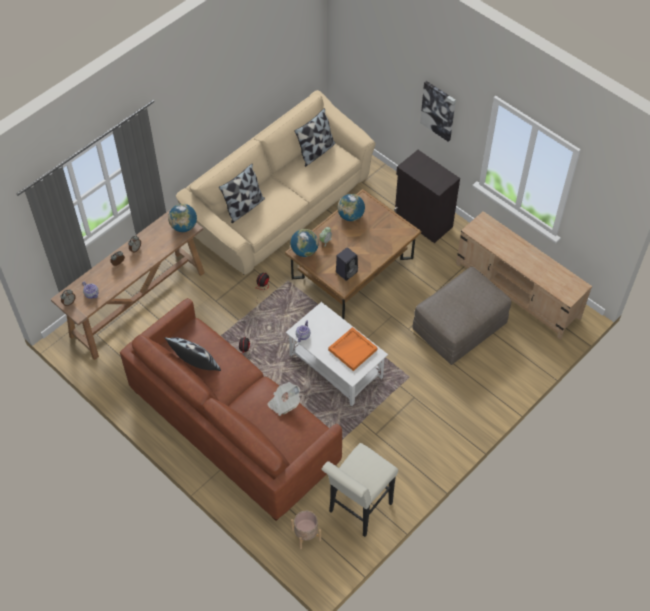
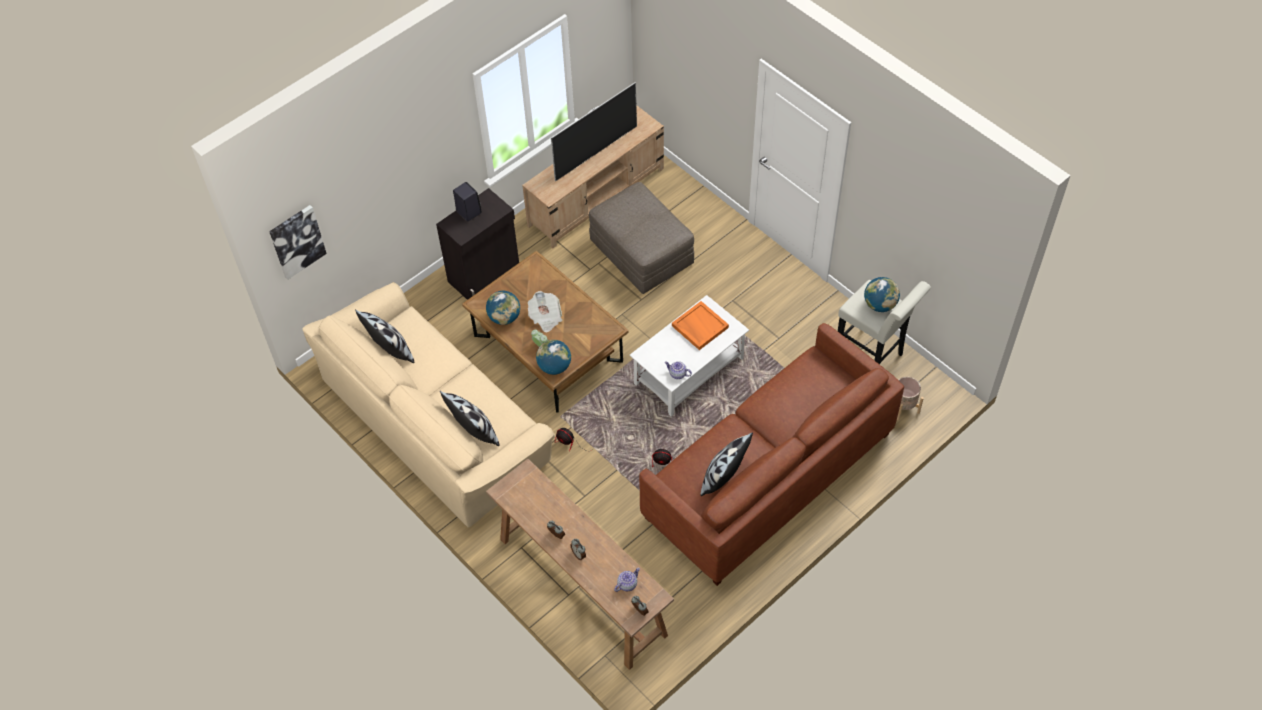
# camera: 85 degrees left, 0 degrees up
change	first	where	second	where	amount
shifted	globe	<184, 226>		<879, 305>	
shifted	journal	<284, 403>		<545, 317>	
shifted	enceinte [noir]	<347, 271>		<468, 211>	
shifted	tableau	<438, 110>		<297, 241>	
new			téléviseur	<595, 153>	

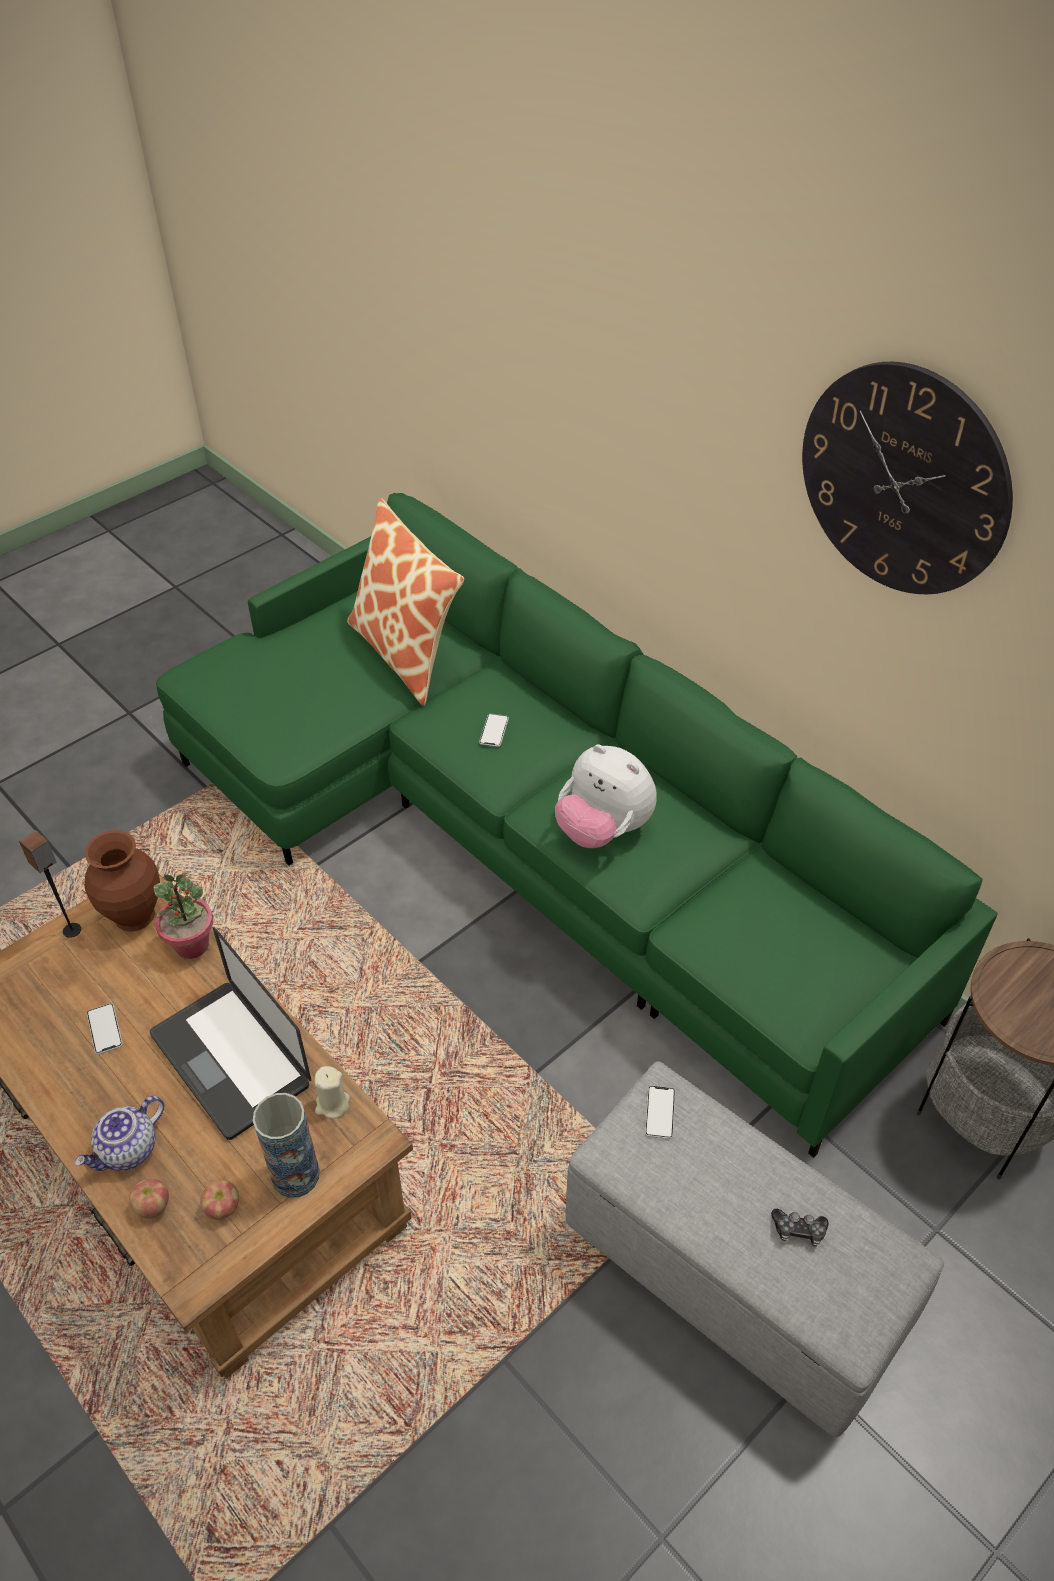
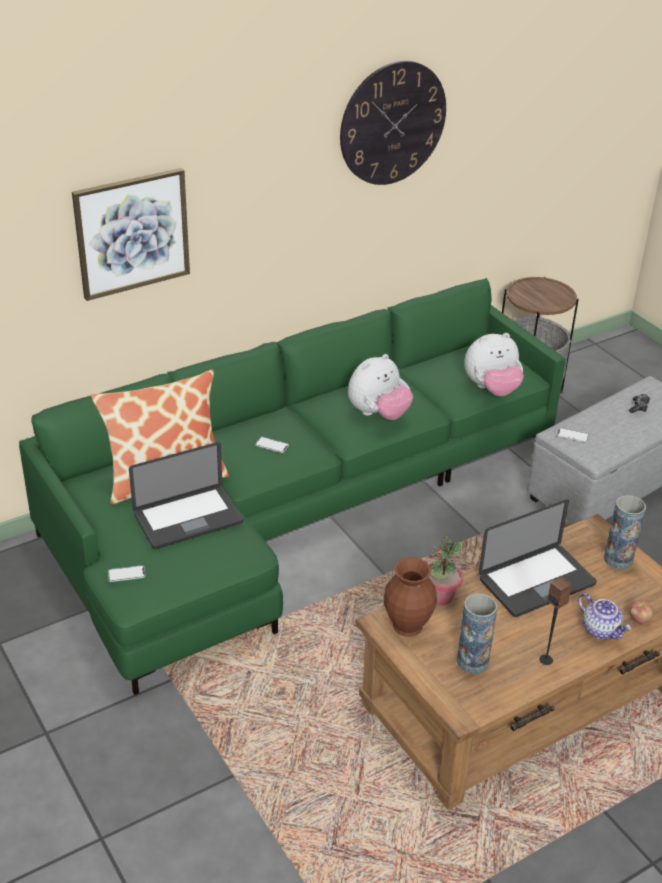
# camera: 80 degrees left, 10 degrees down
change	first	where	second	where	amount
shifted	enceinte	<72, 930>		<546, 659>	
shifted	téléphone	<105, 1029>		<126, 574>	
gone	pomme	<223, 1207>			
gone	bougie [beige]	<332, 1104>			
new			tableau	<132, 233>	
new			ordinateur portable	<188, 519>	
new			vase	<472, 661>	
new			peluche	<491, 389>	

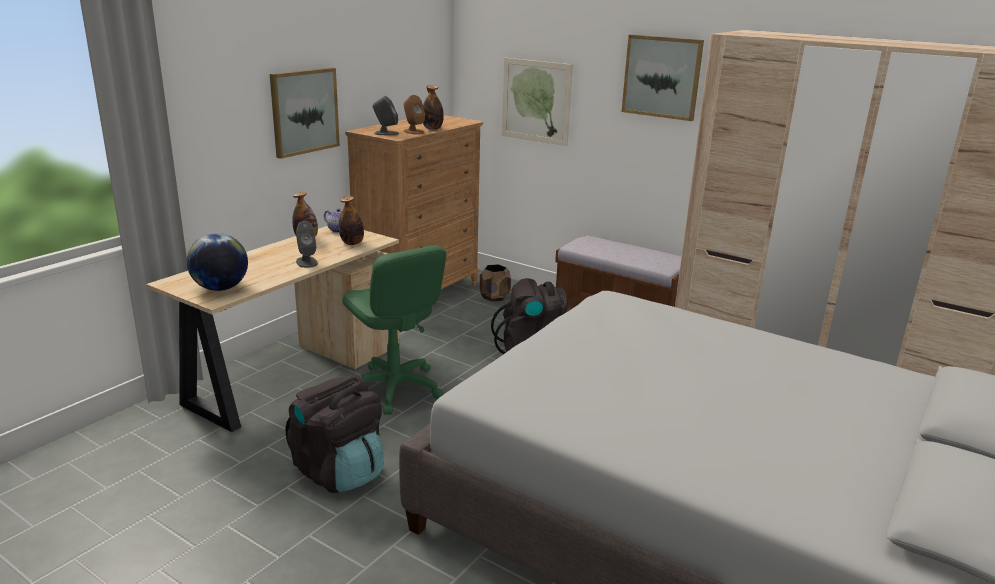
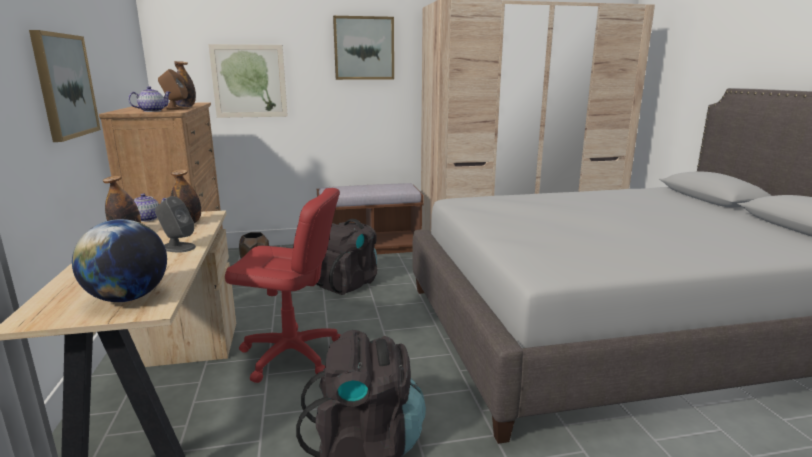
# camera: 45 degrees left, 5 degrees down
change	first	where	second	where	amount
repainted	chaise de bureau [vert]	<394, 388>	chaise de bureau [rouge]	<291, 355>	
swapped	enceinte [gris]	<386, 133>	théière	<152, 111>	

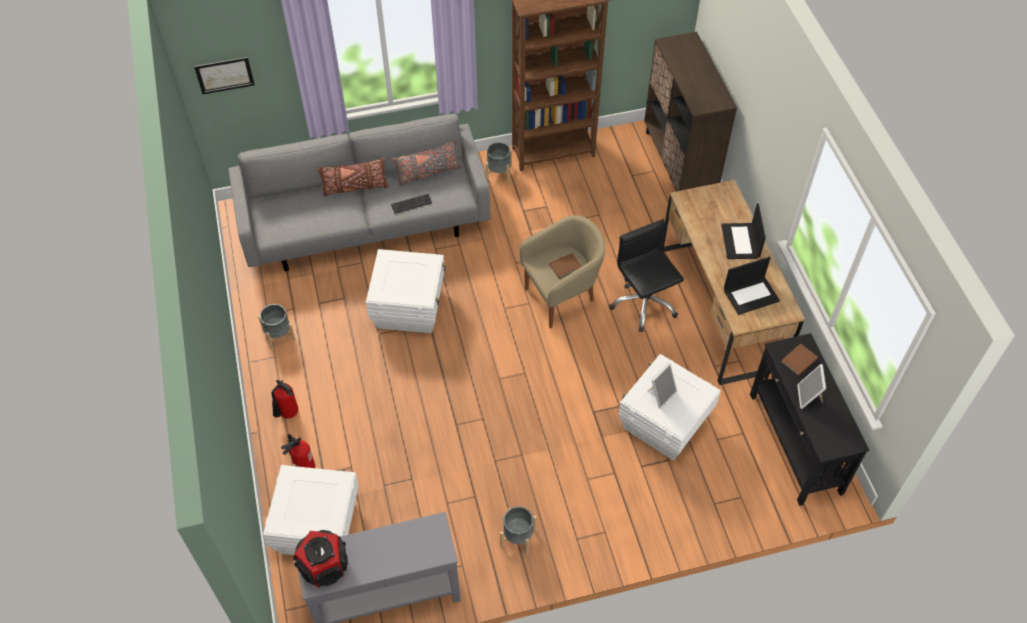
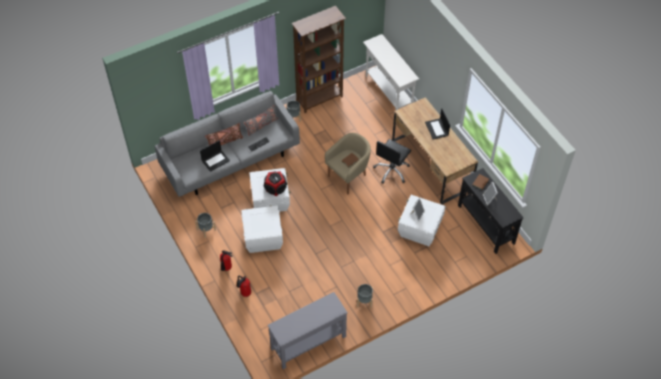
# camera: 15 degrees left, 0 degrees up
change	first	where	second	where	amount
gone	tableau	<224, 75>			
shifted	boîte de rangement [blanc]	<318, 527>		<262, 238>	
shifted	enceinte	<324, 565>		<275, 188>	
rotated	chaise de bureau [noir]	<643, 303>		<391, 171>	105 degrees counterclockwise
swapped	meuble de rangement [marron]	<679, 163>	table console [blanc]	<388, 91>	
shifted	ordinateur portable	<751, 295>		<215, 160>	

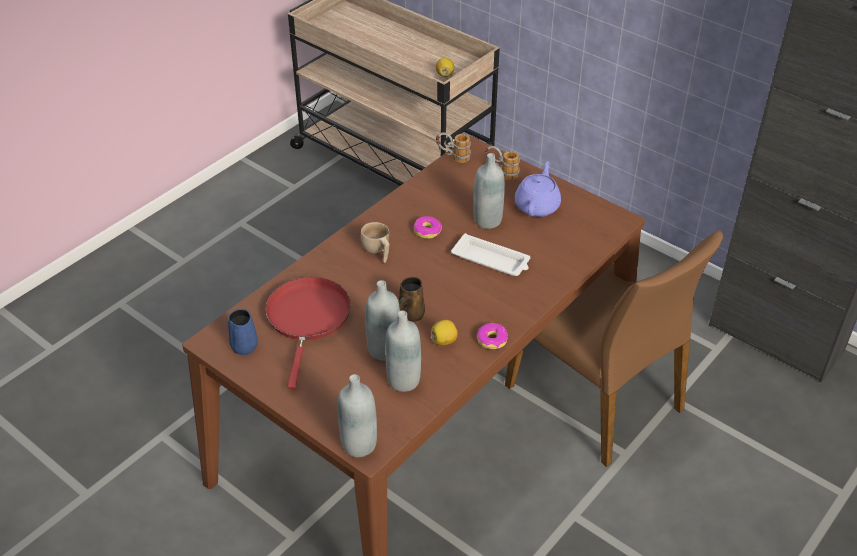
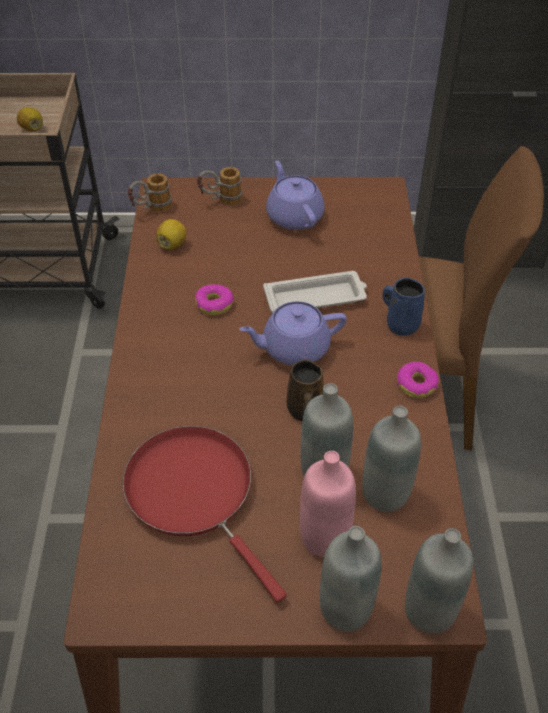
# camera: 40 degrees left, 5 degrees up
change	first	where	second	where	amount
shifted	mug [bleu]	<244, 345>		<401, 324>	
gone	tasse [beige]	<377, 252>			
shifted	citron	<444, 341>		<172, 244>	
shifted	bouteille [gris]	<487, 220>		<345, 609>	
new			théière [violet]	<294, 348>	
new			bouteille [rose]	<324, 537>	

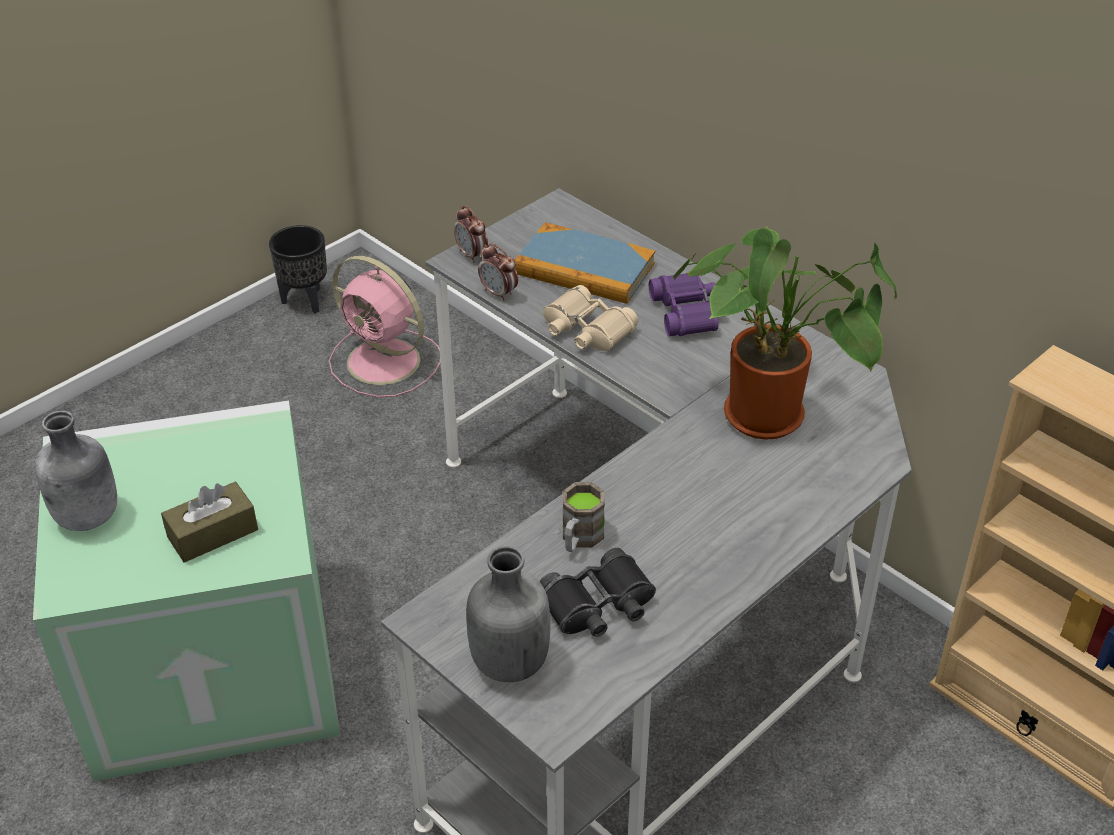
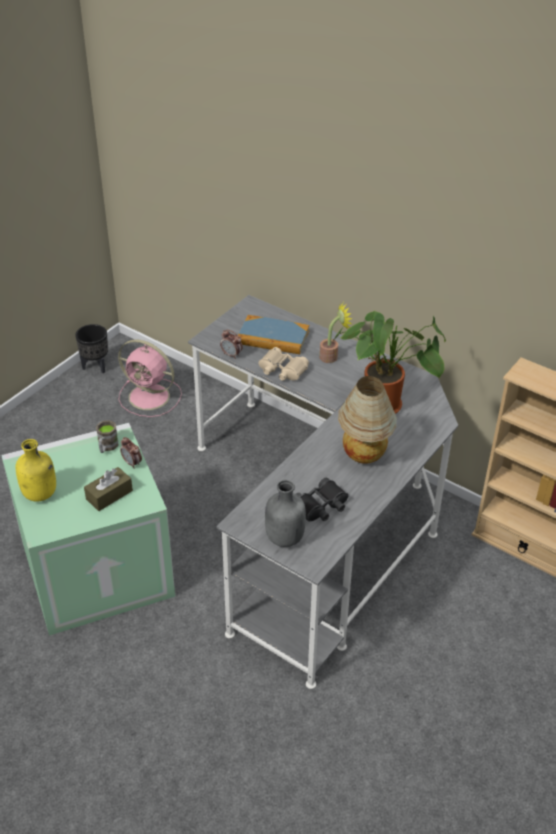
# camera: 10 degrees left, 0 degrees up
change	first	where	second	where	amount
repainted	bouteille [gris]	<88, 517>	bouteille [jaune]	<40, 494>	
shifted	réveil	<472, 255>		<132, 463>	
shifted	mug [marron]	<579, 539>		<107, 447>	
swapped	jumelles [violet]	<688, 313>	plante en pot	<332, 356>	
new			lampe de table	<363, 455>	

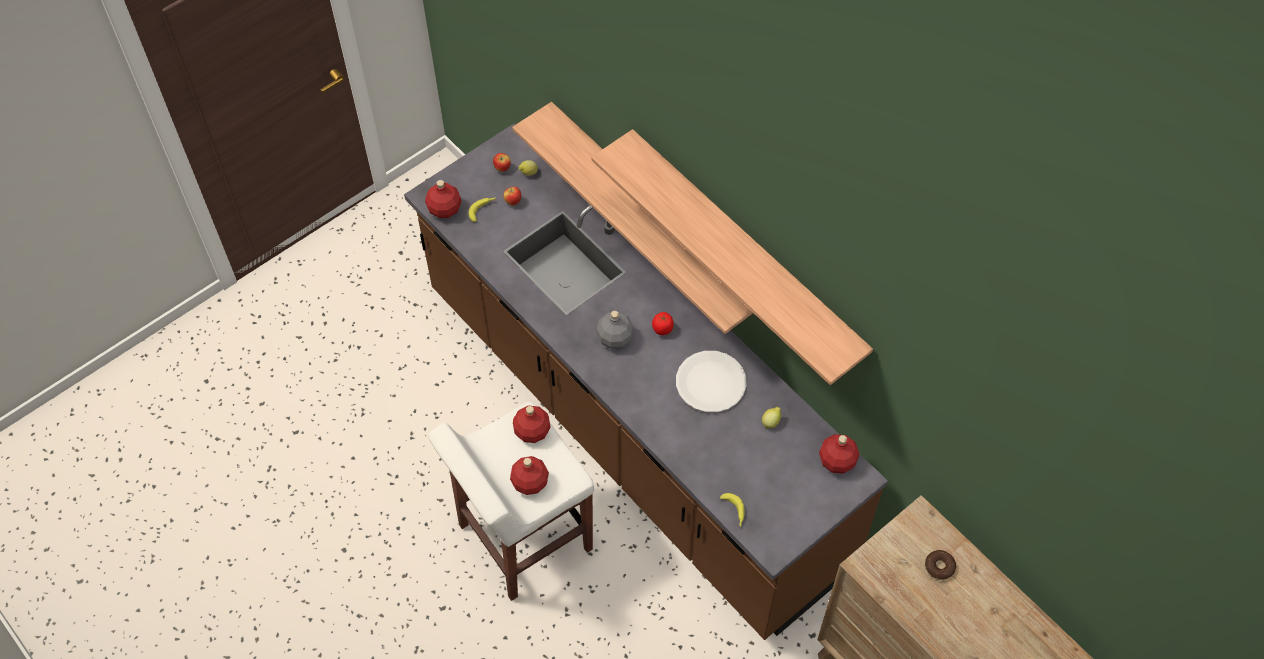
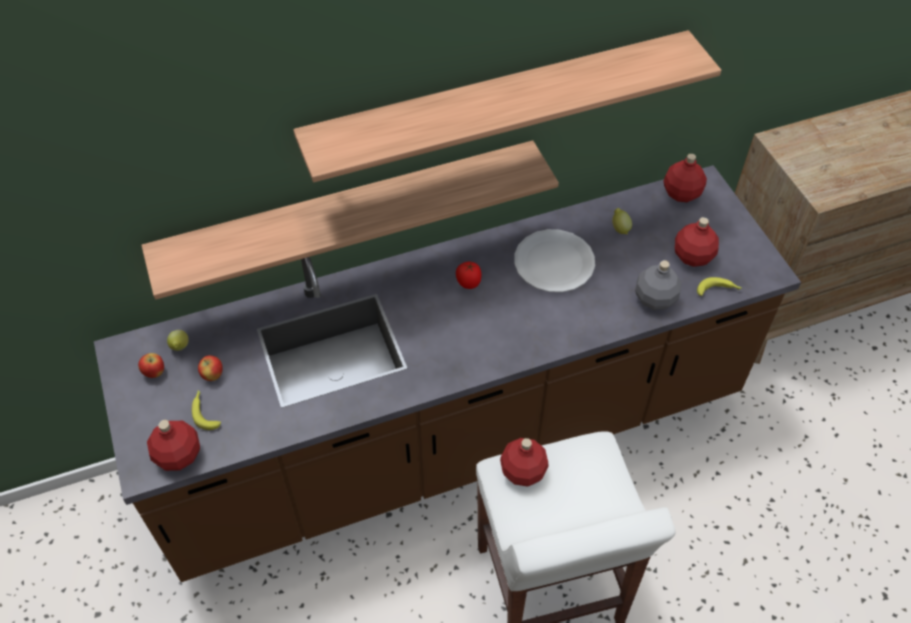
# camera: 70 degrees left, 5 degrees down
change	first	where	second	where	amount
shifted	bouteille [rouge]	<530, 482>		<692, 256>	
shifted	bouteille [gris]	<614, 338>		<654, 299>	
gone	beignet	<939, 567>			

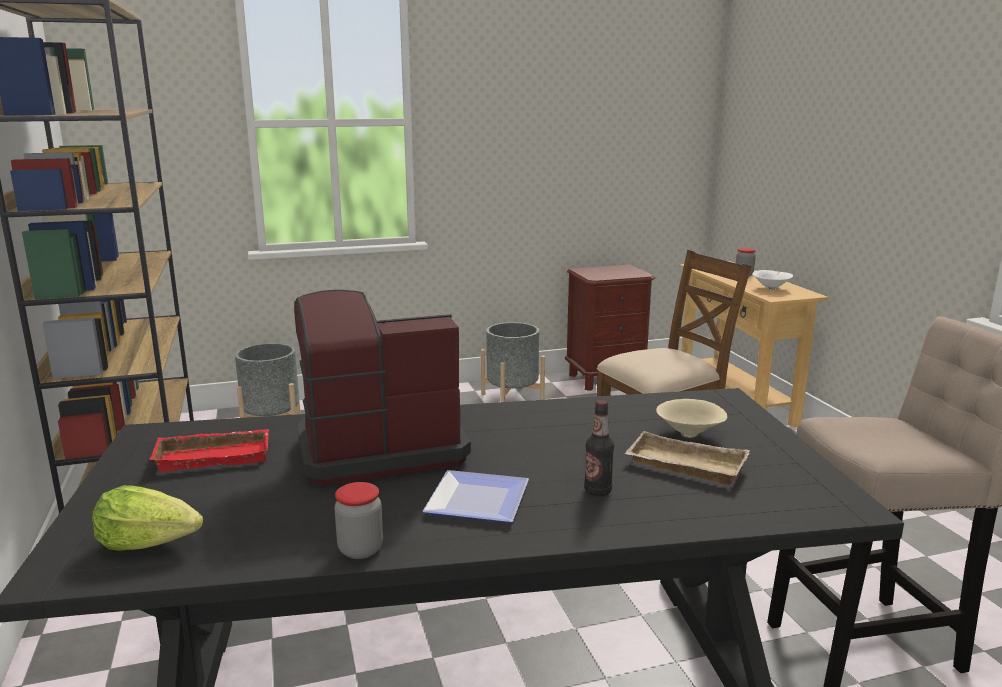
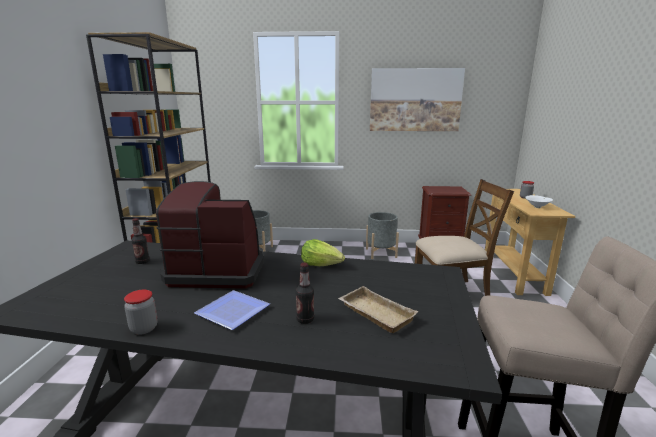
# camera: 20 degrees right, 0 degrees up
change	first	where	second	where	amount
shifted	laitue	<149, 542>		<321, 264>	
swapped	plateau [rouge]	<215, 455>	bouteille	<142, 262>	
gone	bol [beige]	<690, 435>			
new			tableau	<415, 100>	

